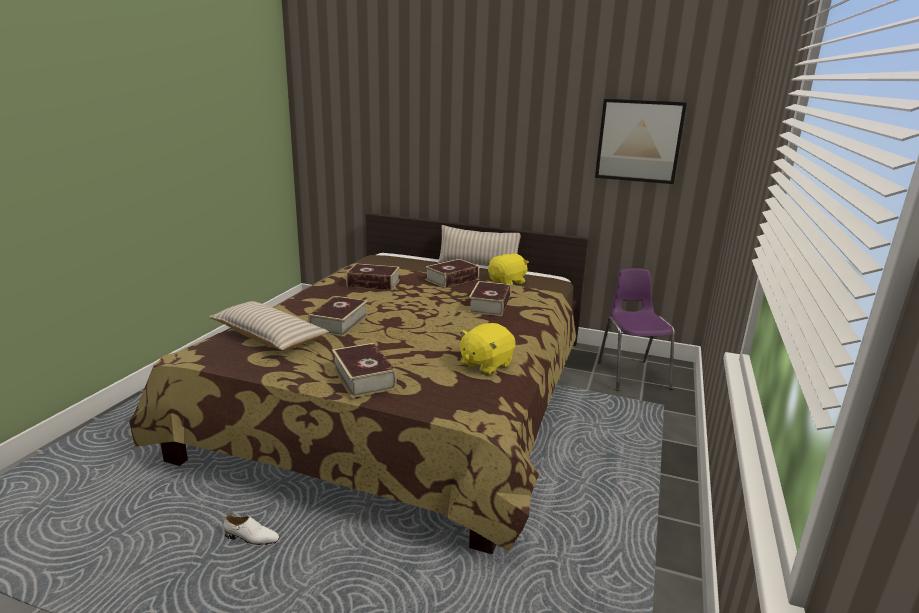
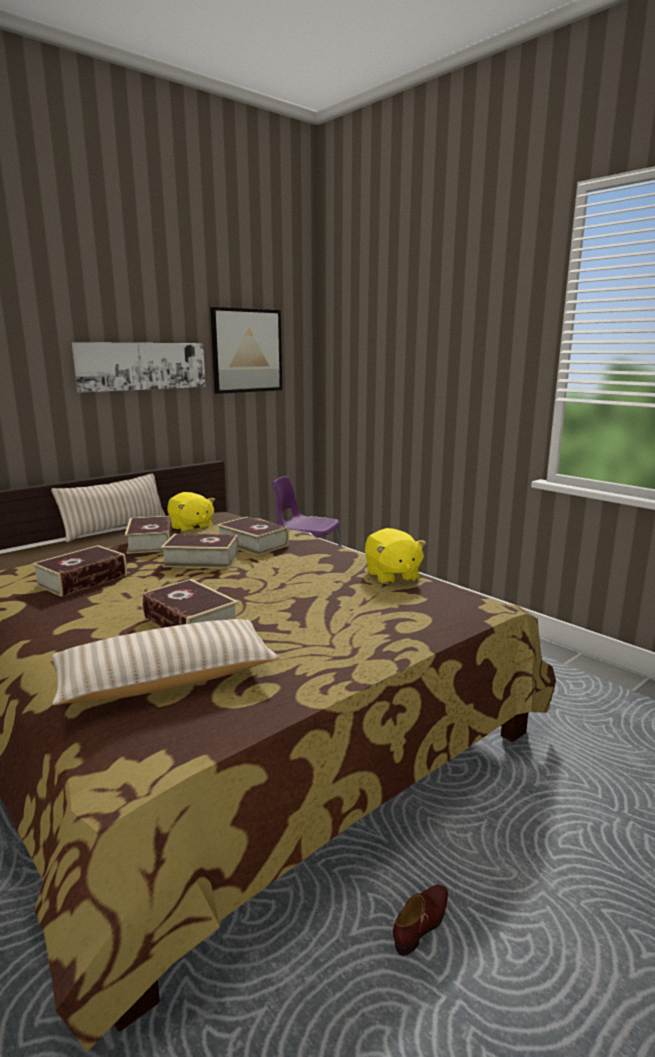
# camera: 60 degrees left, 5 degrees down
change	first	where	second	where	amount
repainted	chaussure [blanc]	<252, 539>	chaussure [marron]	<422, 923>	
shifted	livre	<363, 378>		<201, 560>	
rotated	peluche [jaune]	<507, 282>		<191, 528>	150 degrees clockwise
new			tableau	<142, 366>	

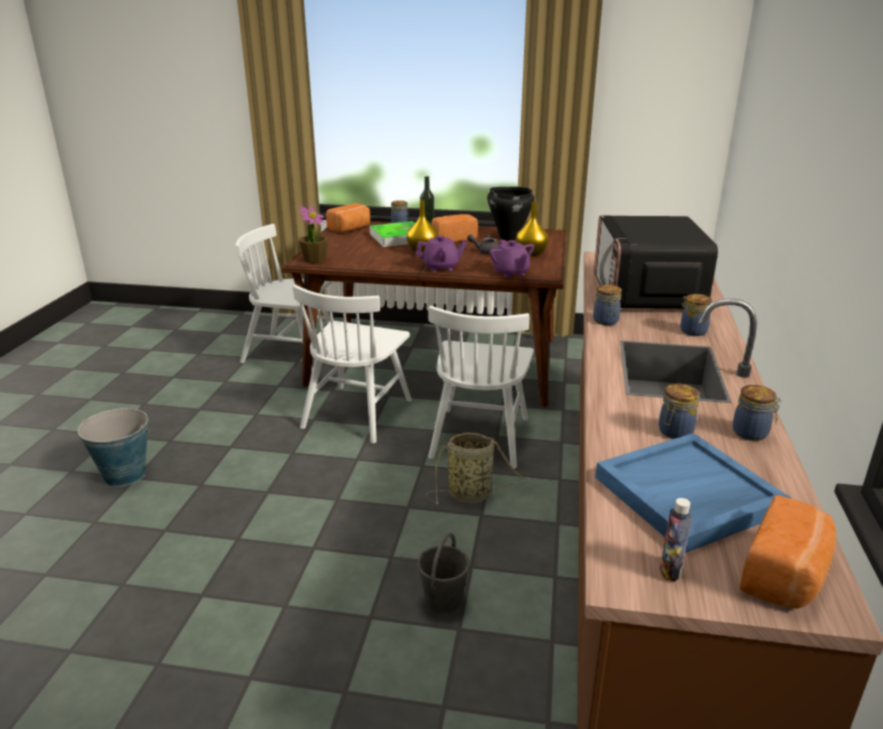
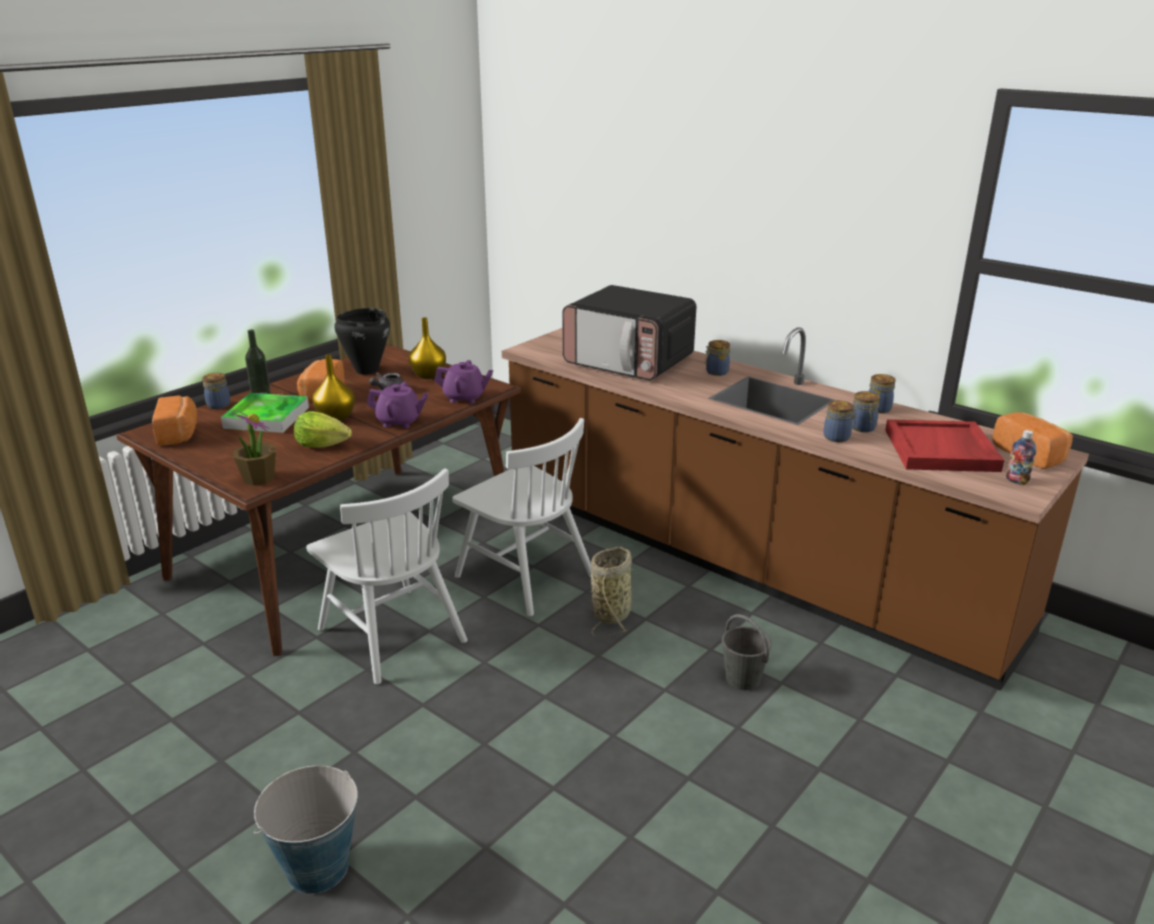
# camera: 60 degrees left, 0 degrees up
change	first	where	second	where	amount
gone	chaise [blanc]	<291, 353>			
rotated	théière [violet]	<441, 267>		<399, 422>	75 degrees clockwise
shifted	bocal	<606, 321>		<838, 438>	
repainted	plateau [bleu]	<687, 495>	plateau [rouge]	<942, 450>	
new			laitue	<322, 445>	

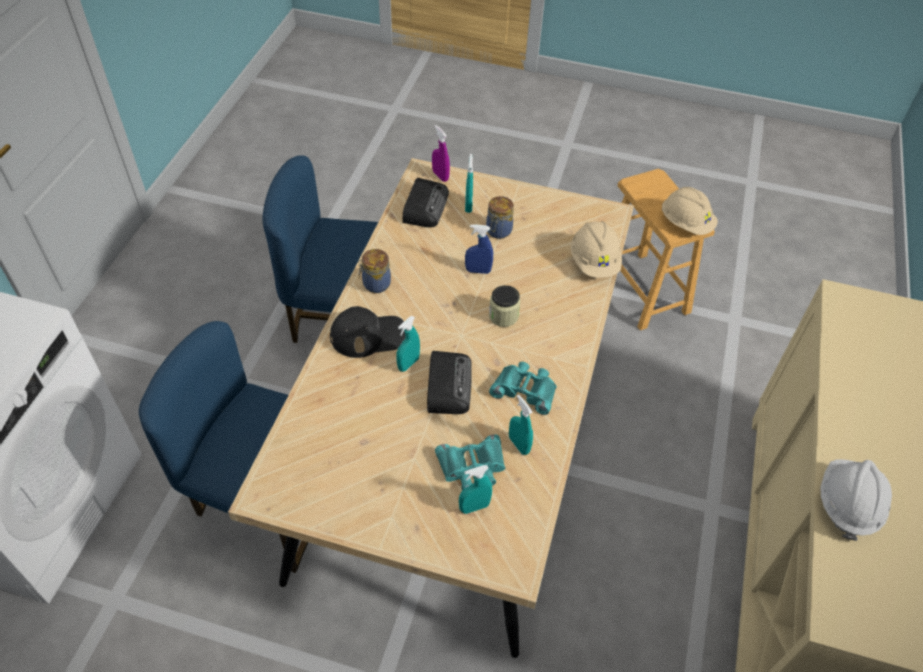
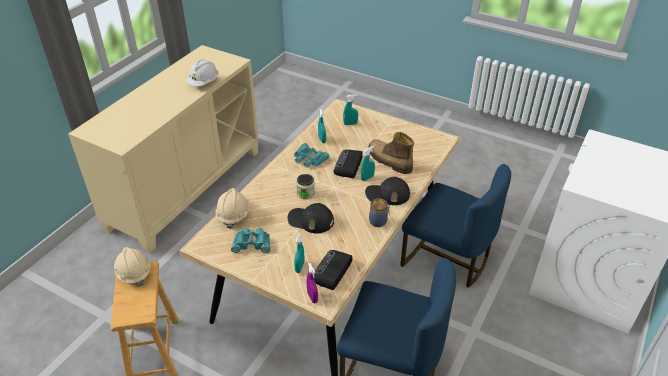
# camera: 165 degrees left, 10 degrees down
change	first	where	second	where	amount
shifted	jumelles [turquoise]	<472, 466>		<252, 243>	
swapped	vaporisateur [bleu]	<478, 271>	casquette [noir]	<310, 220>	
gone	bocal	<498, 231>			
new			botte	<389, 161>	

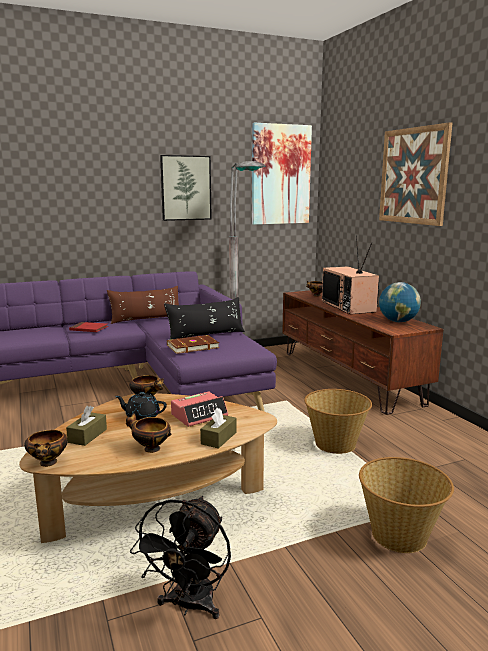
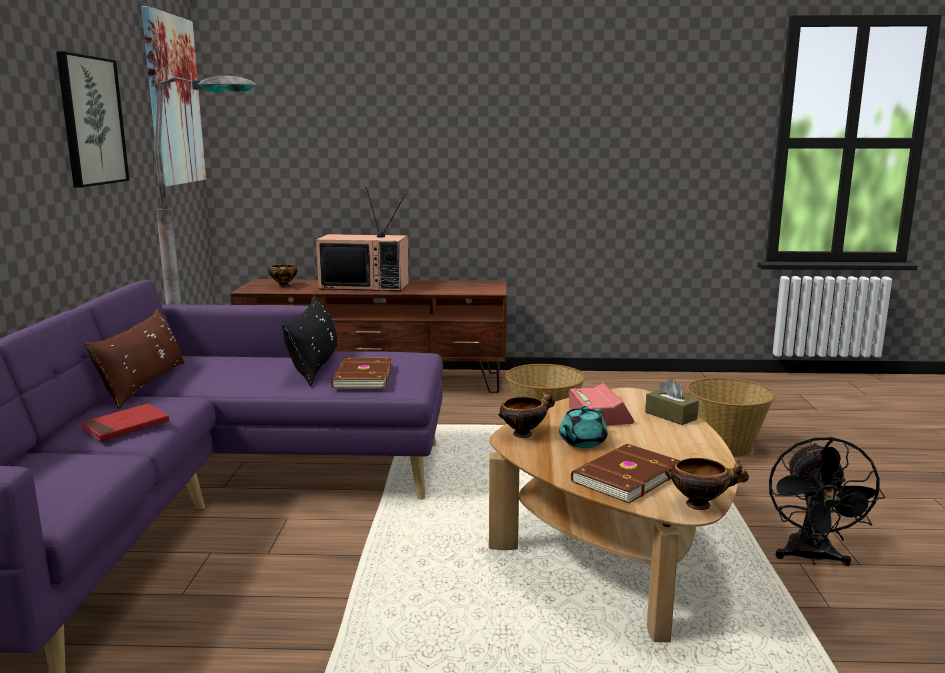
# camera: 65 degrees left, 0 degrees up
change	first	where	second	where	amount
swapped	boîte à mouchoirs [marron]	<87, 436>	livre [marron]	<624, 477>	
repainted	théière [noir]	<142, 417>	théière [turquoise]	<581, 442>	
gone	bol	<150, 449>			
rotated	ventilateur [noir]	<189, 606>		<811, 558>	60 degrees clockwise
gone	tableau	<413, 176>			
gone	globe	<398, 321>			

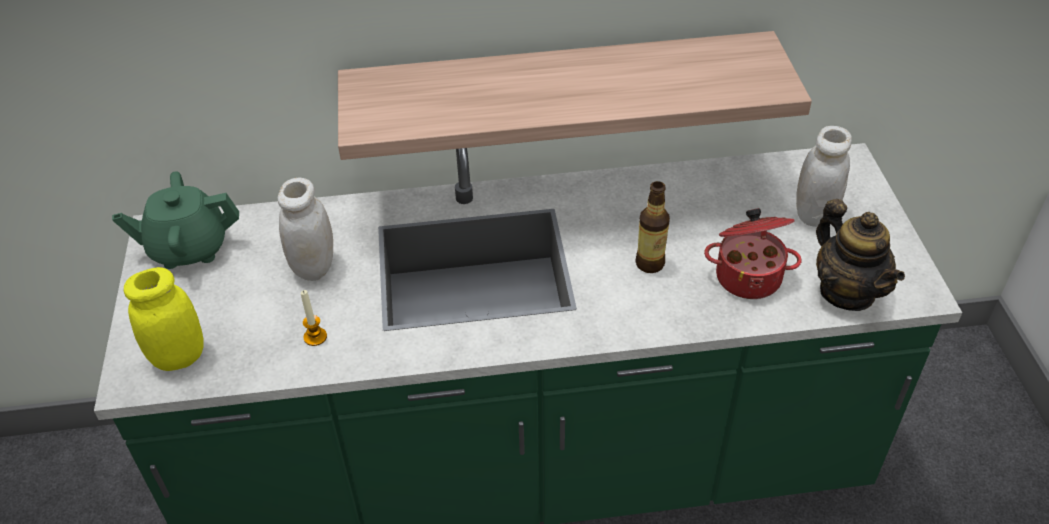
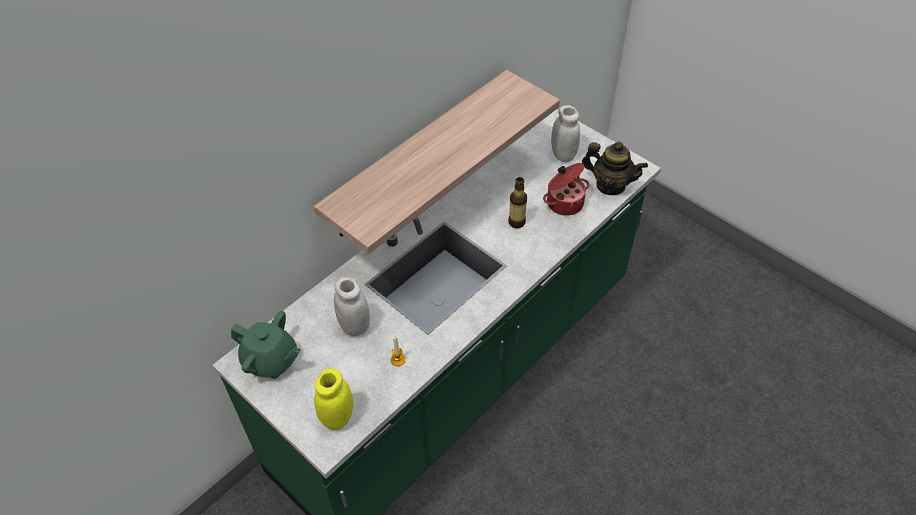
# camera: 40 degrees left, 5 degrees up
change	first	where	second	where	amount
rotated	théière [vert]	<188, 248>		<271, 361>	105 degrees counterclockwise

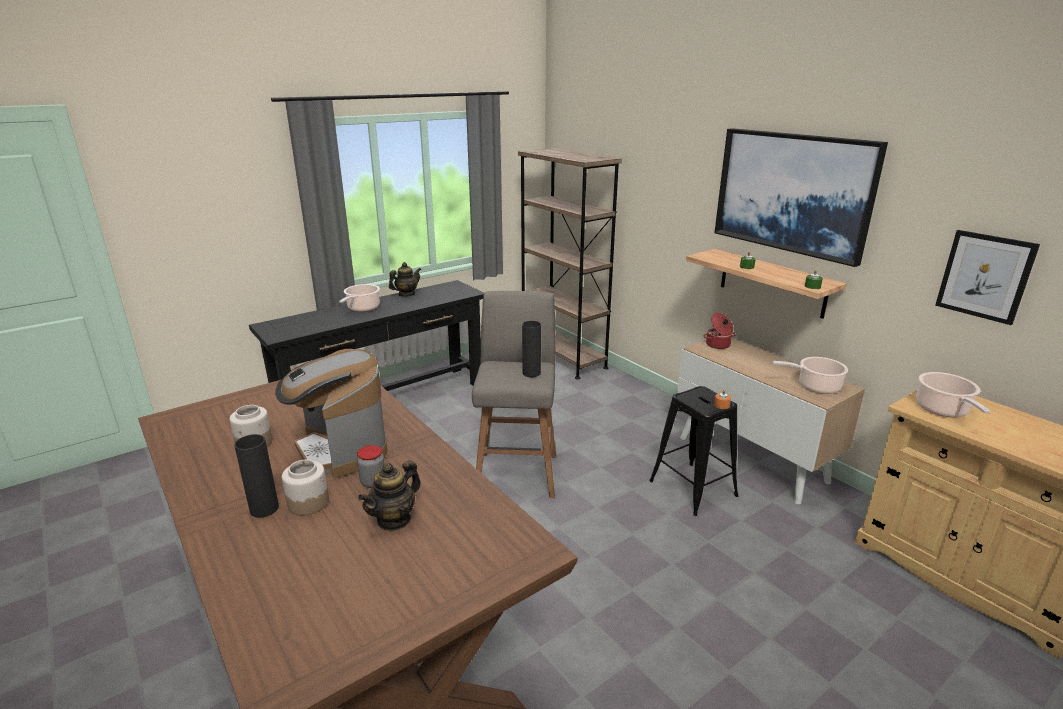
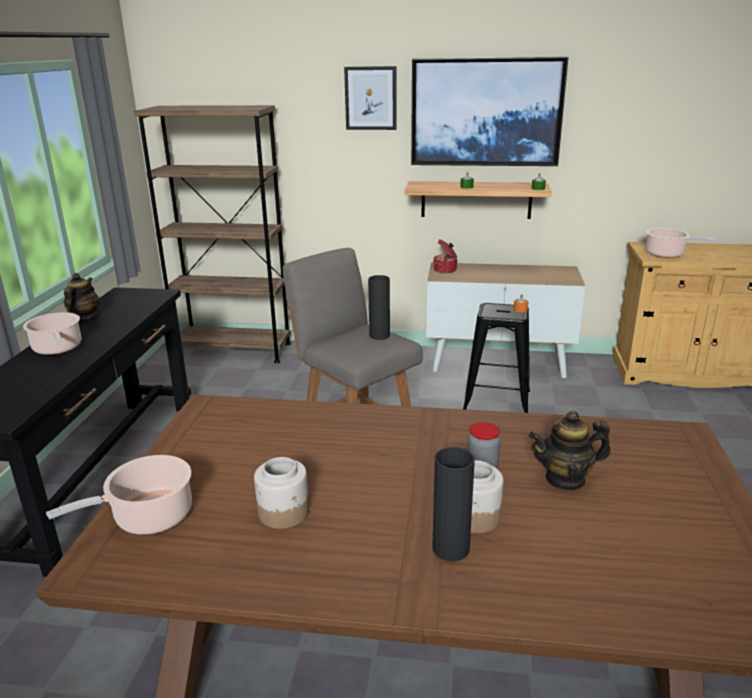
# camera: 45 degrees left, 0 degrees up
change	first	where	second	where	amount
gone	machine à café	<341, 450>			
rotated	théière	<394, 519>		<565, 479>	90 degrees clockwise
shifted	marmite	<815, 386>		<148, 517>	
shifted	tableau	<985, 276>		<371, 98>	

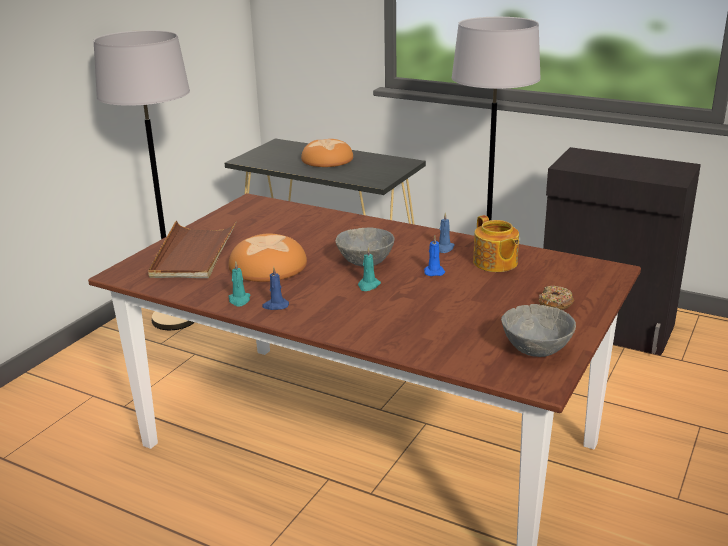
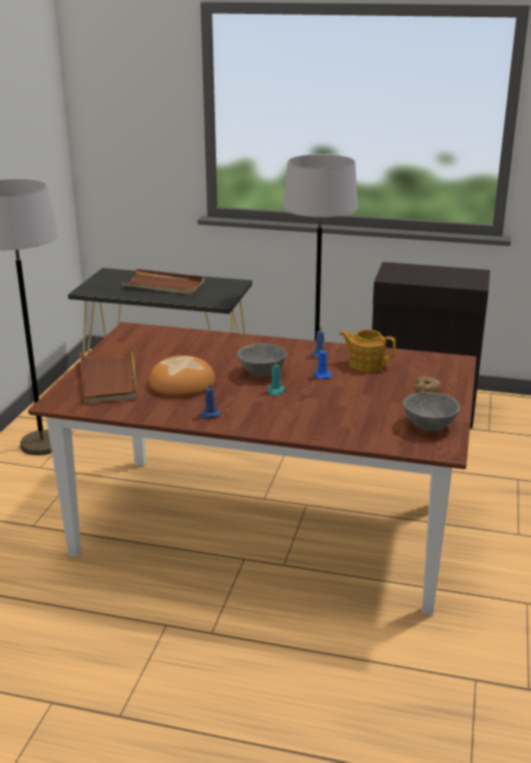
# camera: 15 degrees left, 0 degrees up
change	first	where	second	where	amount
gone	bougie [turquoise]	<239, 300>			
swapped	pain	<327, 160>	plateau [marron]	<163, 285>	
rotated	théière	<495, 263>		<366, 363>	150 degrees clockwise

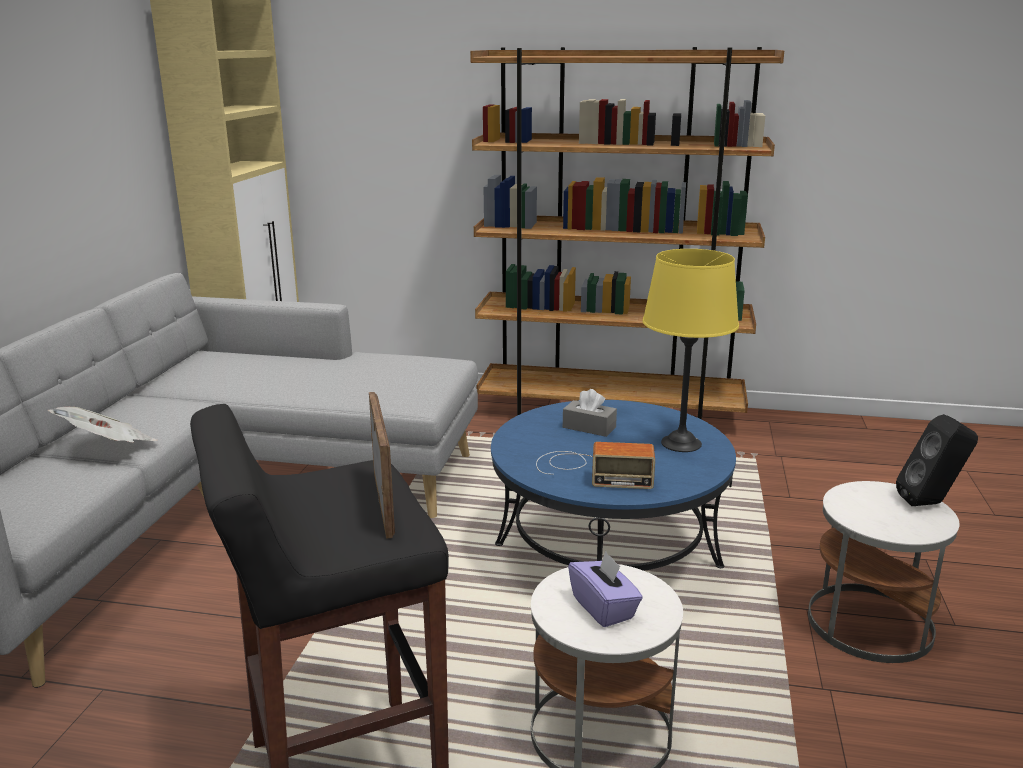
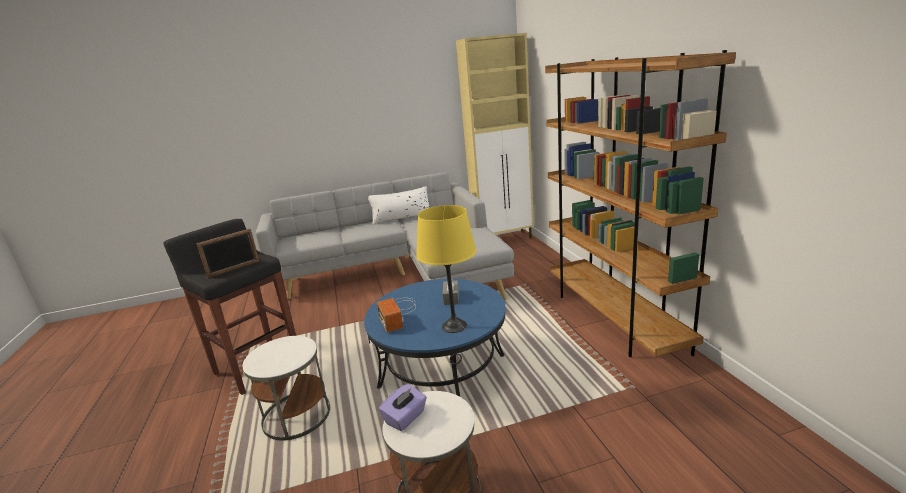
# camera: 65 degrees right, 0 degrees up
change	first	where	second	where	amount
gone	journal	<108, 447>			
shifted	boîte à mouchoirs [violet]	<604, 608>		<405, 418>	
gone	enceinte [noir]	<931, 503>			
new			coussin [blanc]	<401, 218>	

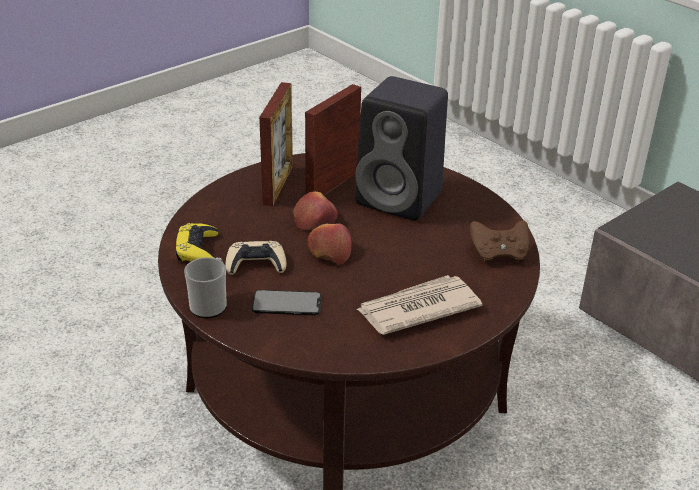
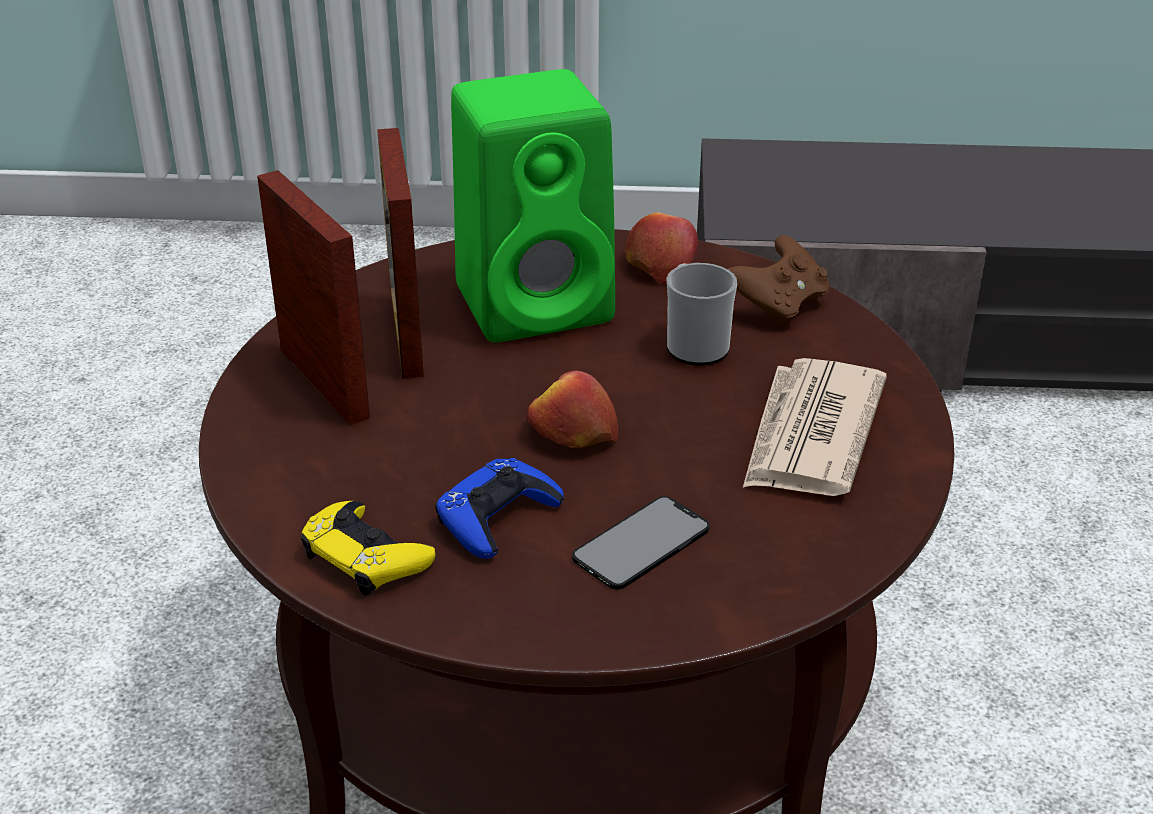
# camera: 45 degrees left, 0 degrees up
change	first	where	second	where	amount
shifted	mug	<210, 304>		<694, 345>	
repainted	manette [beige]	<256, 264>	manette [bleu]	<497, 517>	
shifted	pomme	<315, 220>		<660, 264>	
repainted	enceinte [noir]	<401, 199>	enceinte [vert]	<539, 302>	

